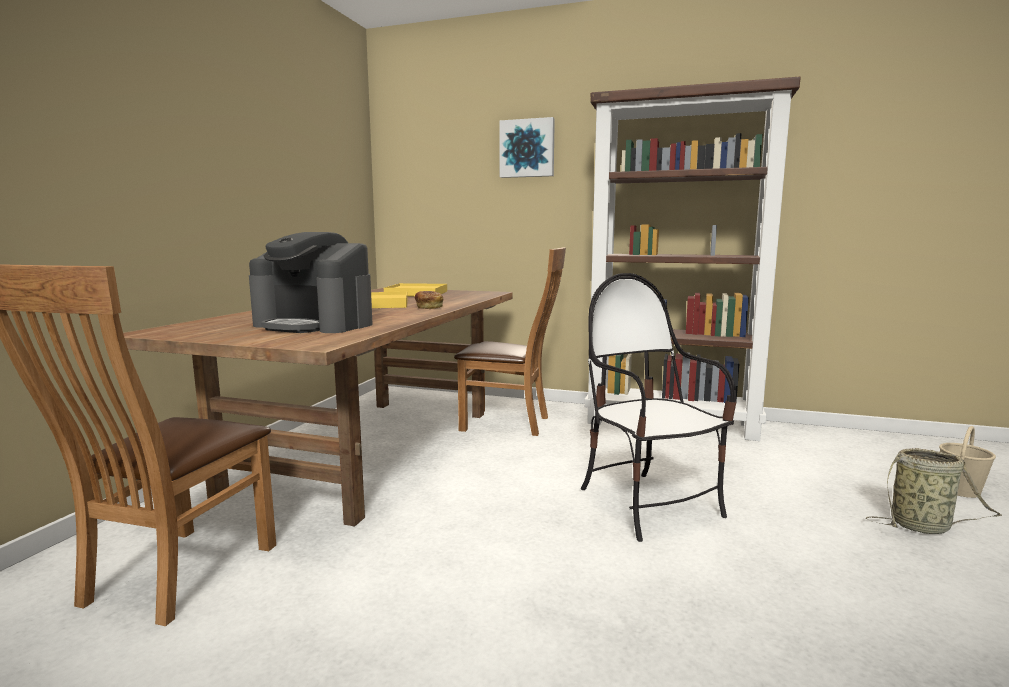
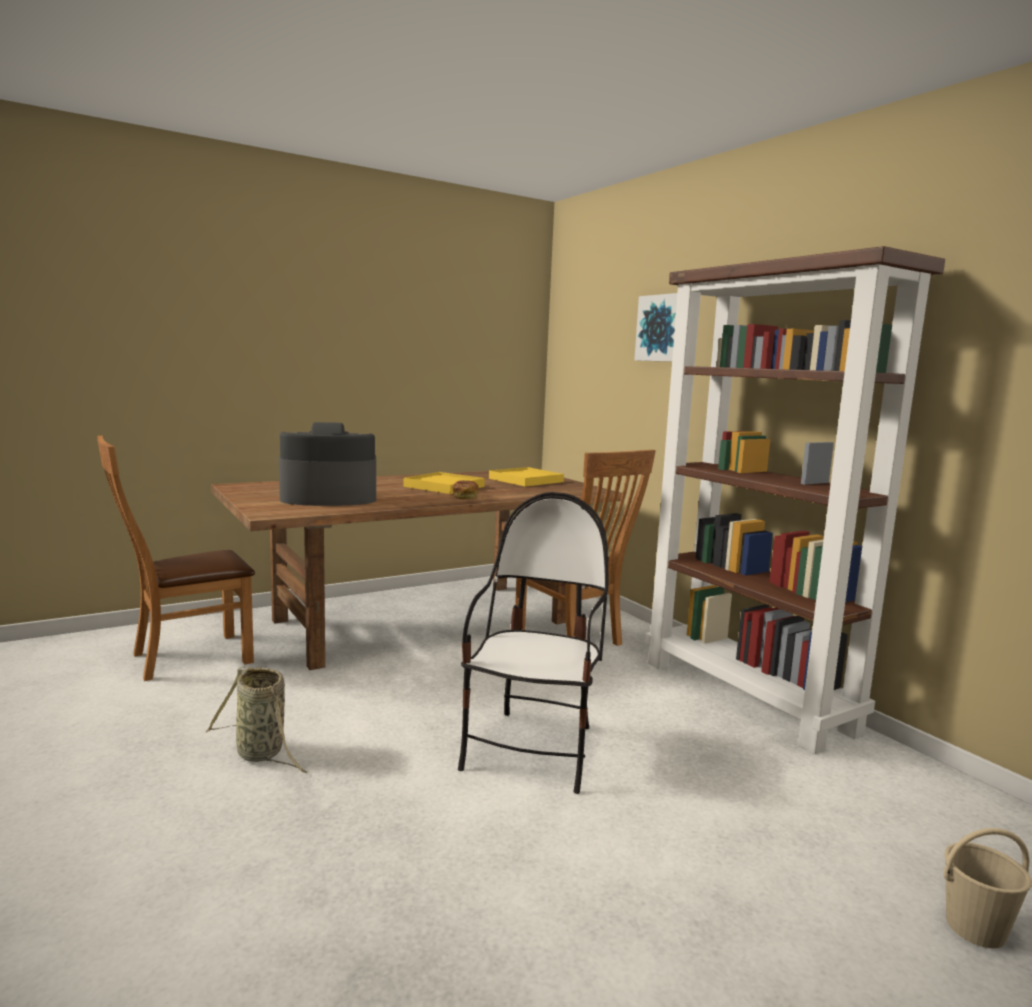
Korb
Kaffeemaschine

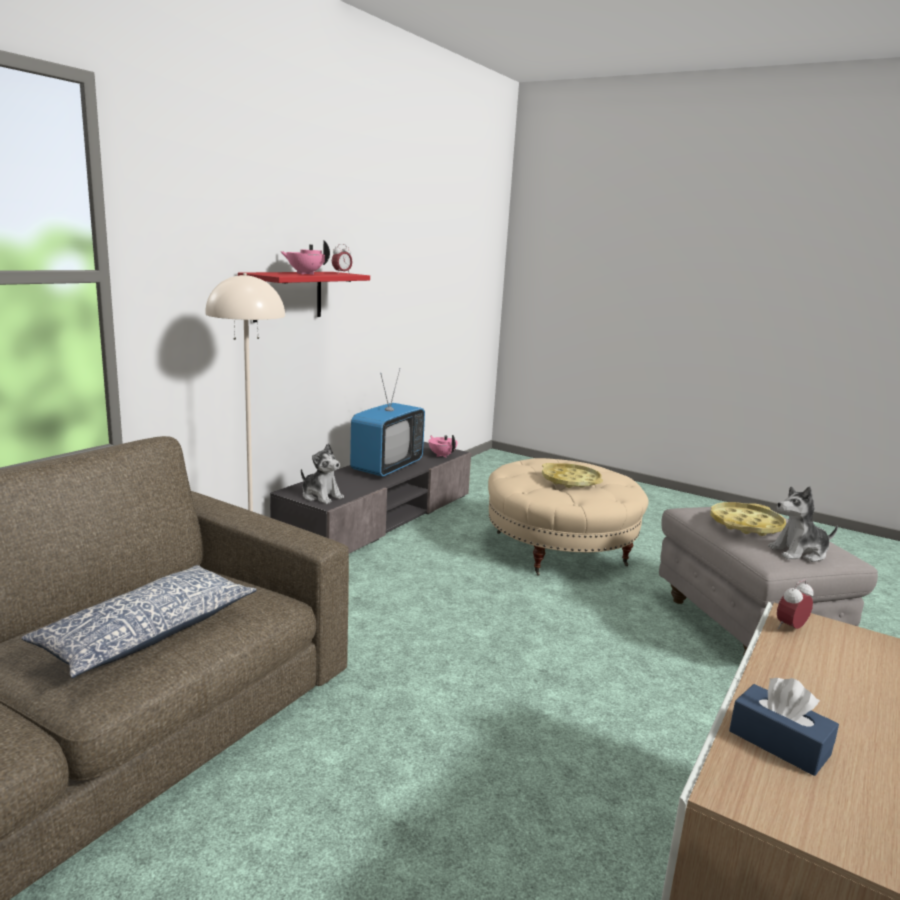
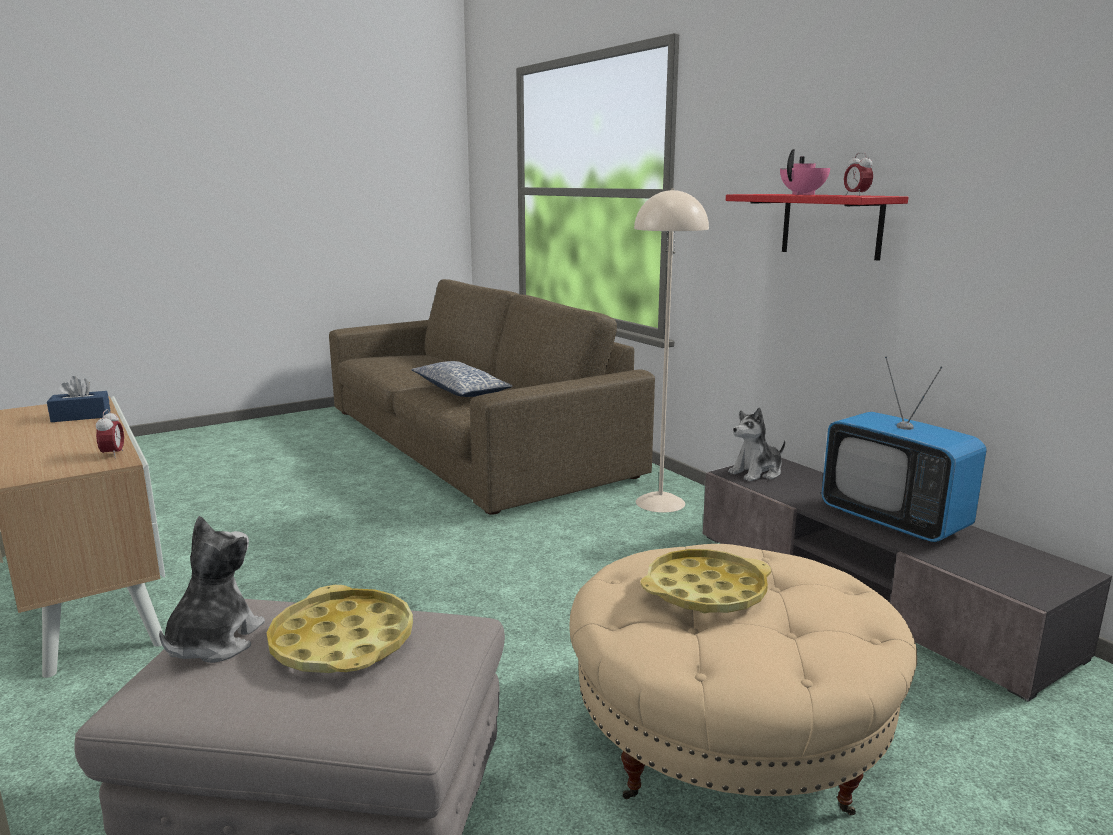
Teekanne [rosa] (no. 2 from left in the first image)

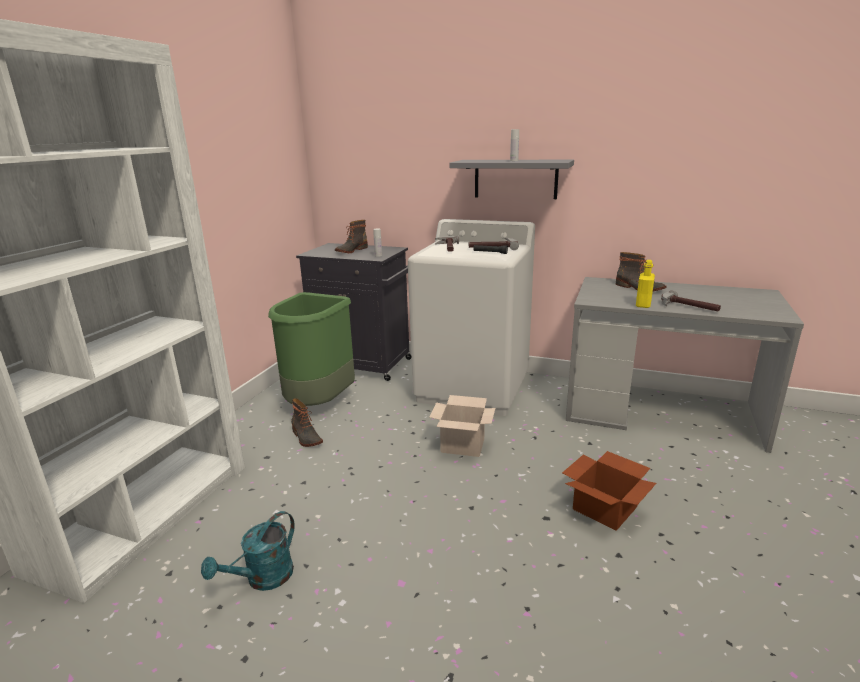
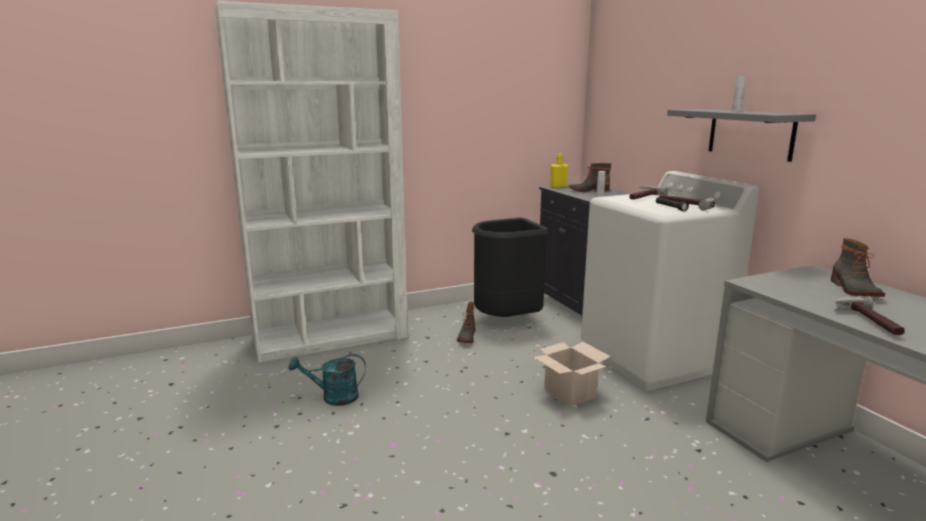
Karton (no. 2 from left in the first image)
Flasche [gelb]
Mülleimer [schwarz]

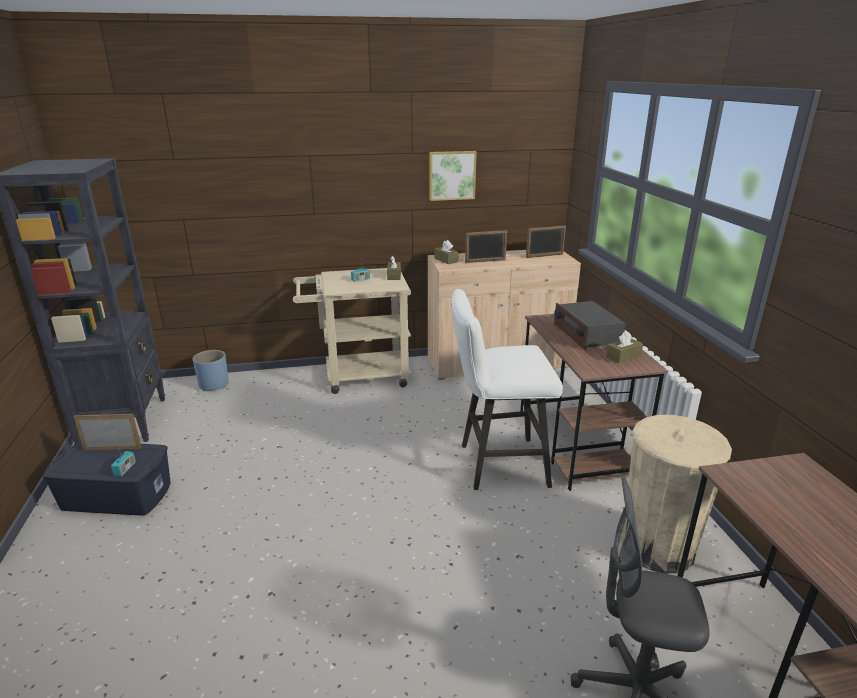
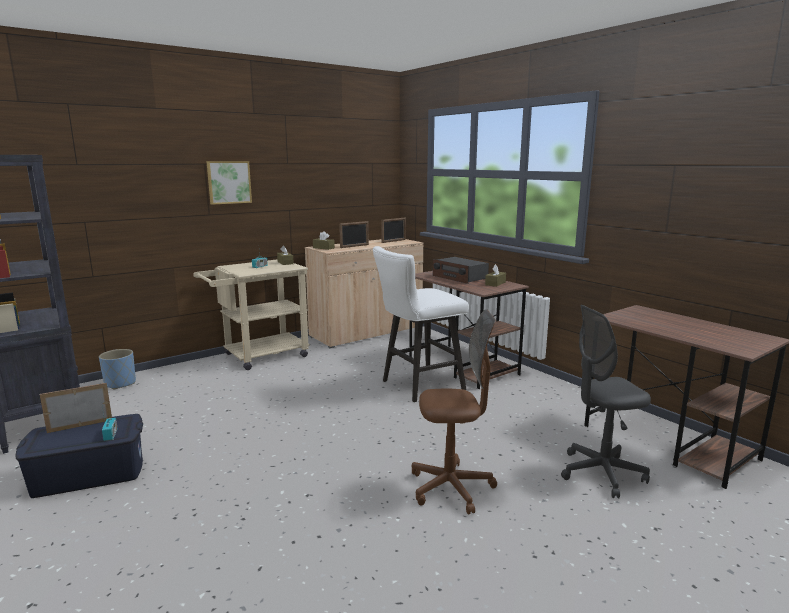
Mülleimer [beige]
Bürostuhl [braun]
Bild

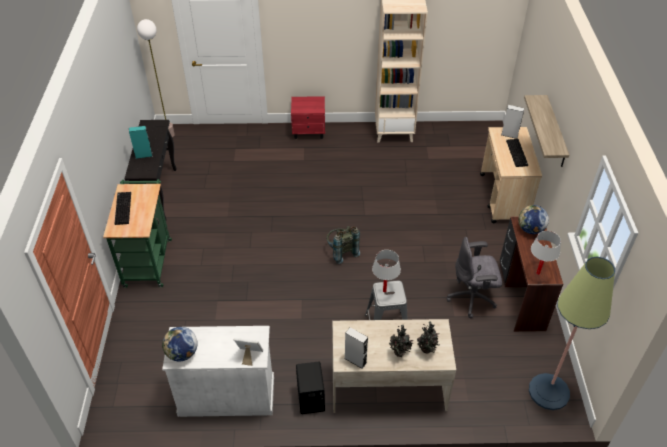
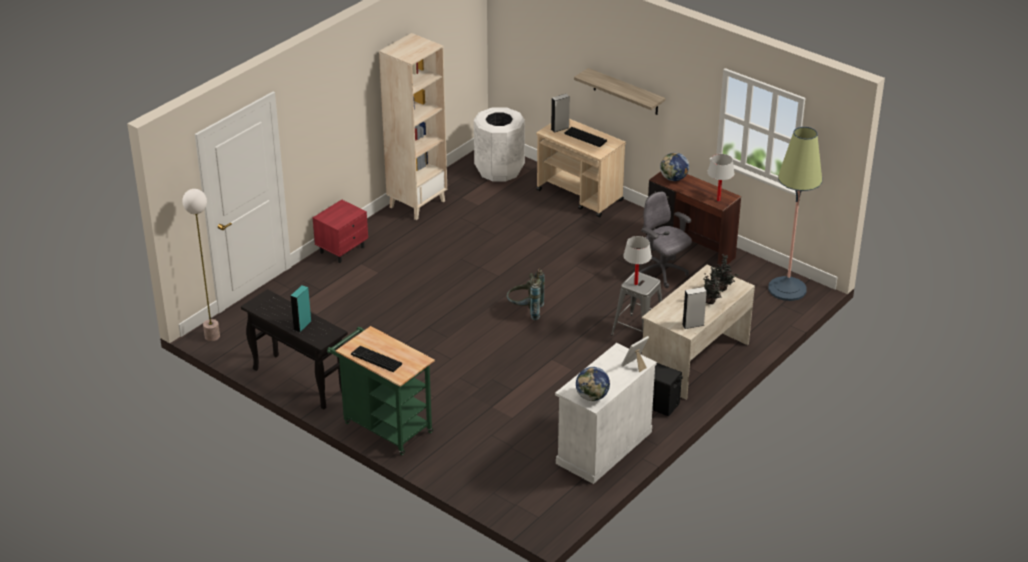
Mülleimer [weiß]
Bürostuhl [grau]

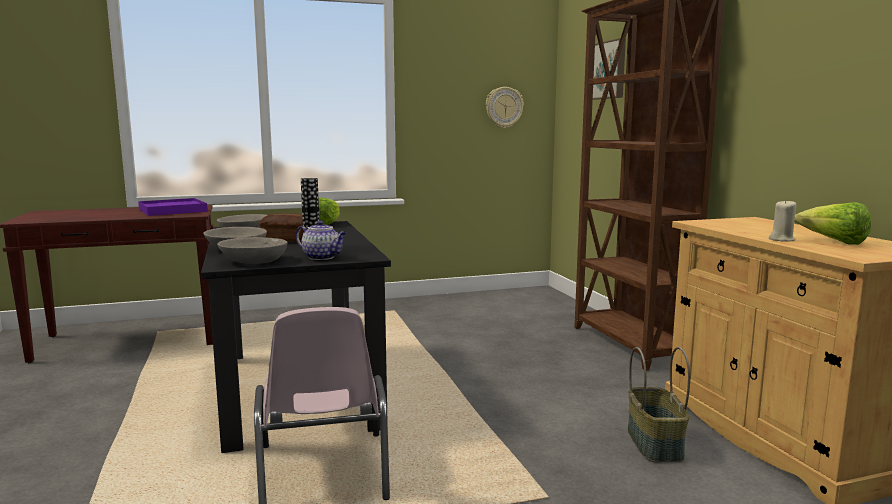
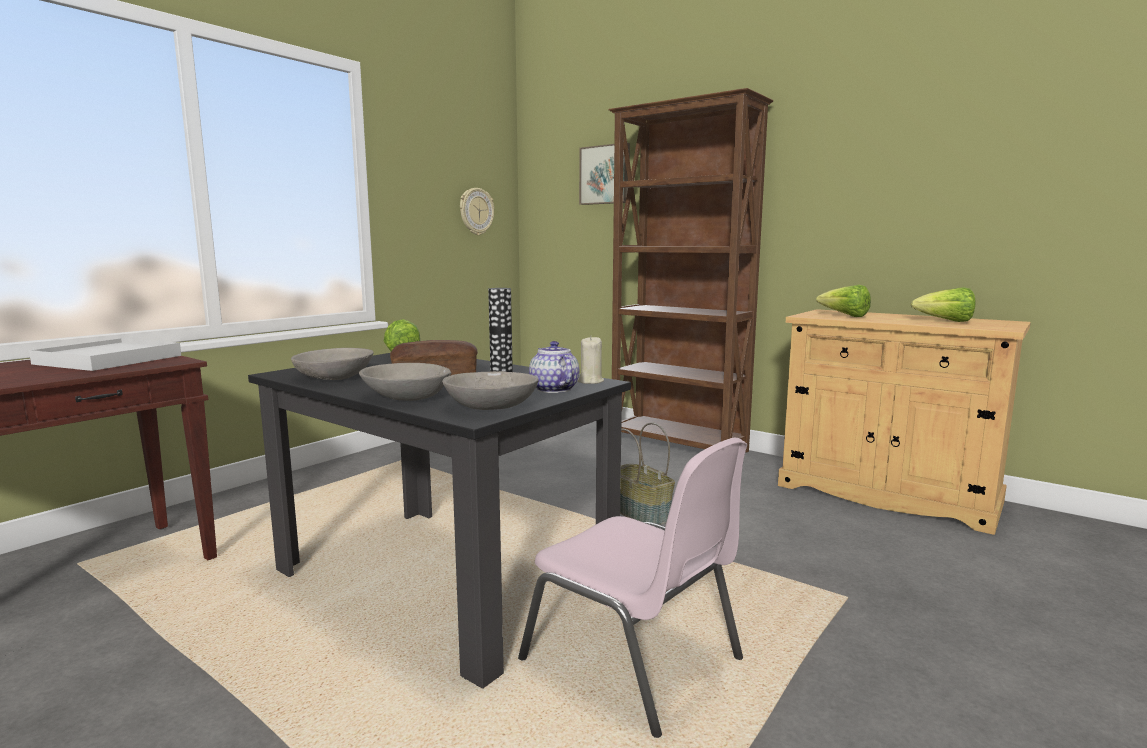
Salatkopf (no. 2 from left)
Korb
Kerze [beige]
Tablett [weiß]
Teekanne

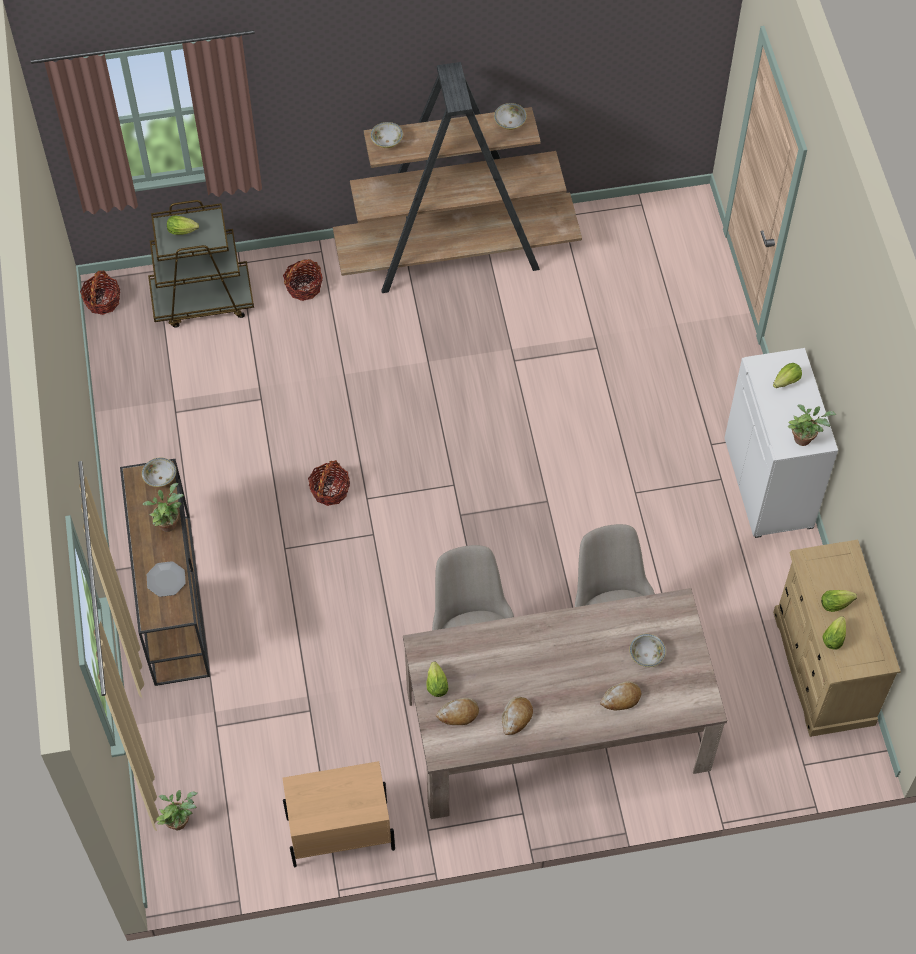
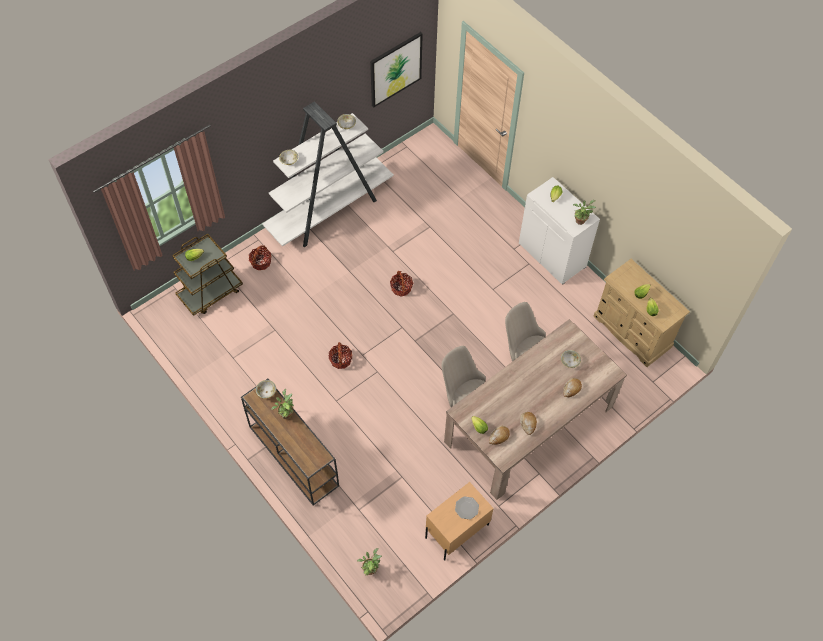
Bild
Korb (no. 3 from left)
Teller
Bücherregal [weiß]

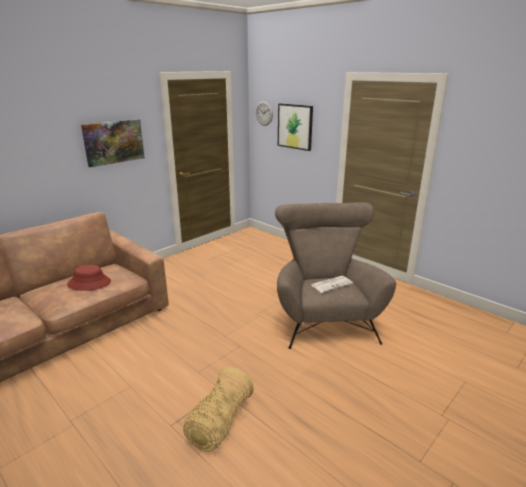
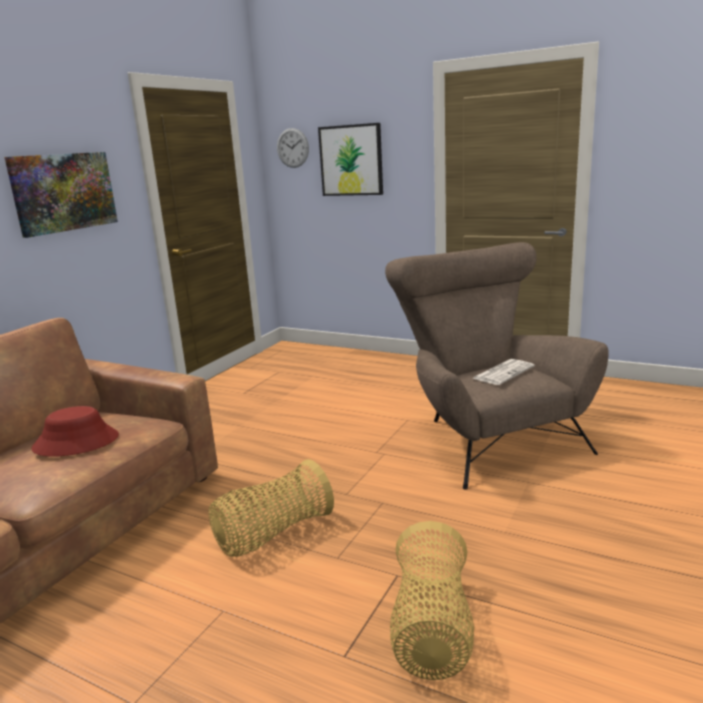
Korb (no. 1 from left)

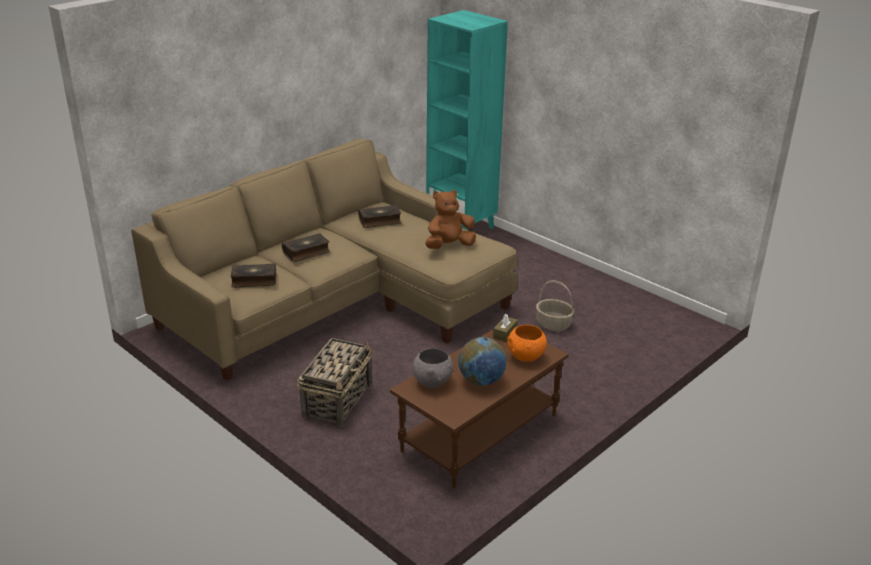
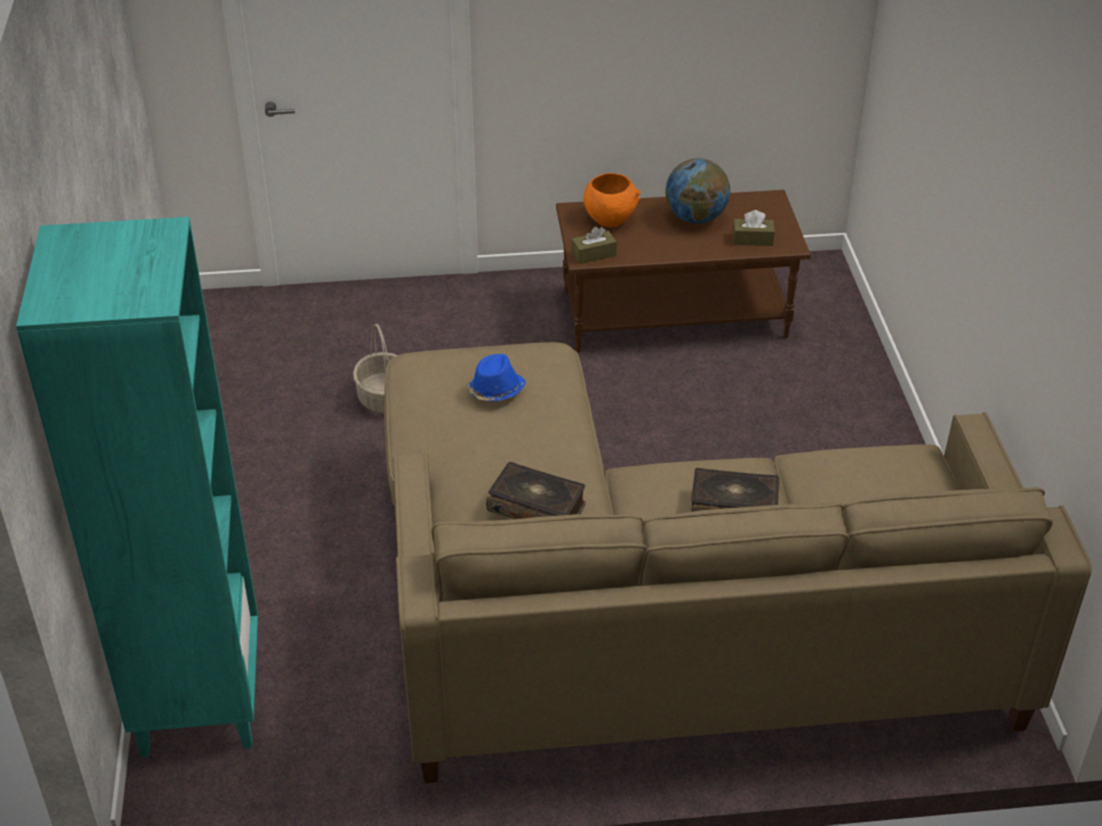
Buch (no. 1 from left in the first image)
Korb (no. 1 from left in the first image)
Taschentuchbox [braun] (no. 2 from left)
Hut [blau]

